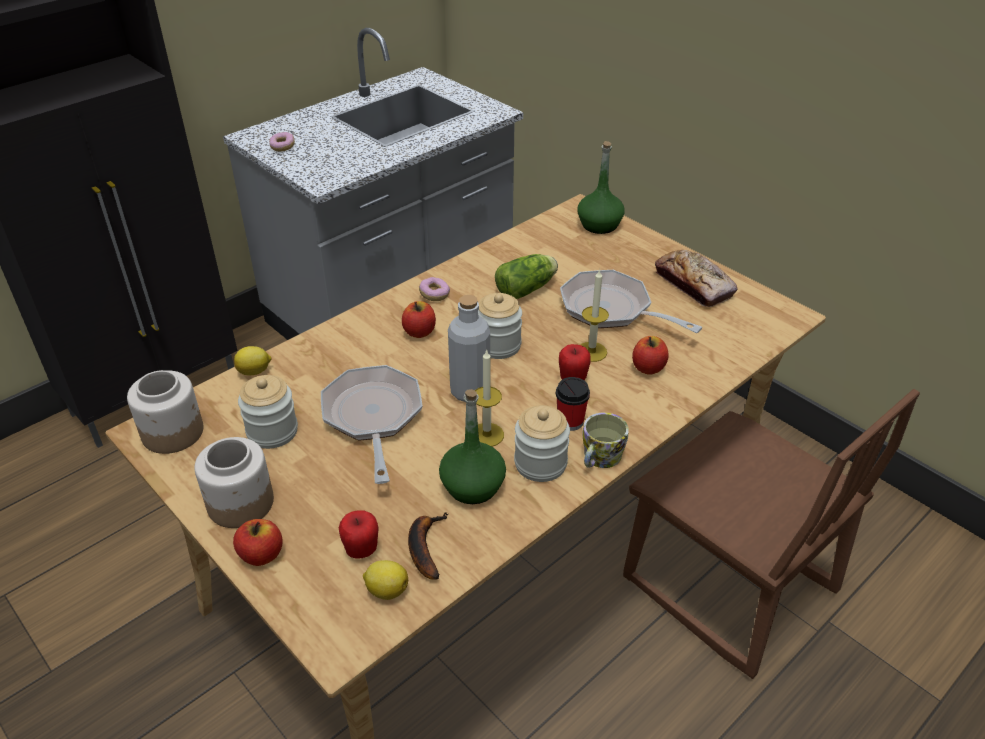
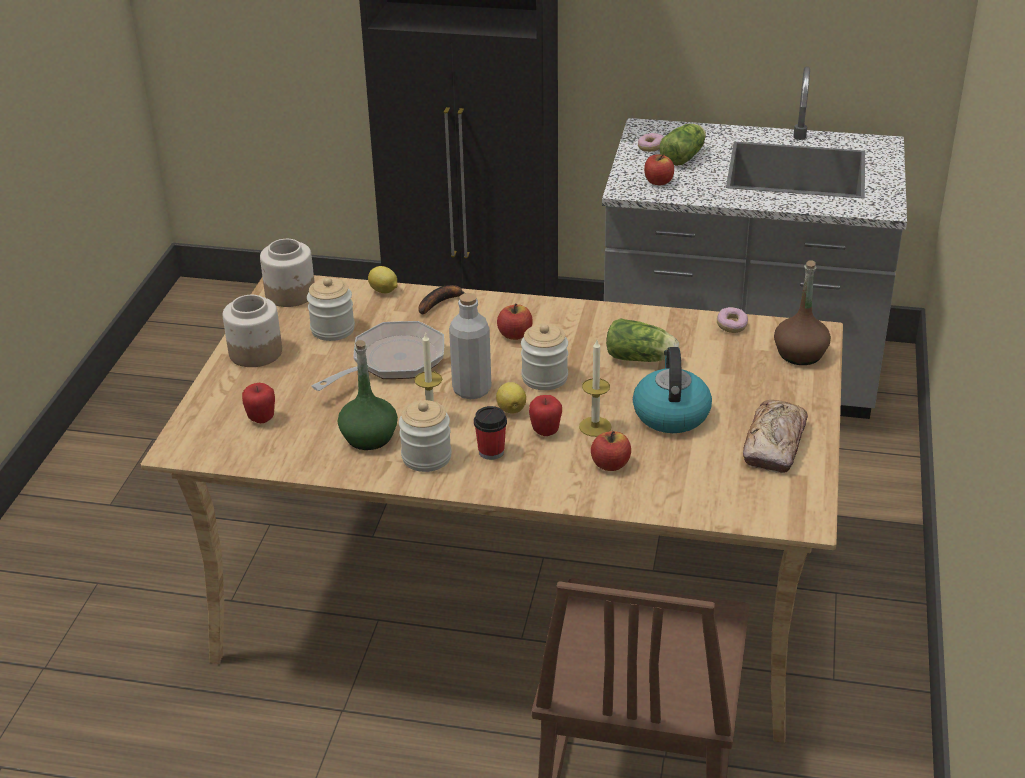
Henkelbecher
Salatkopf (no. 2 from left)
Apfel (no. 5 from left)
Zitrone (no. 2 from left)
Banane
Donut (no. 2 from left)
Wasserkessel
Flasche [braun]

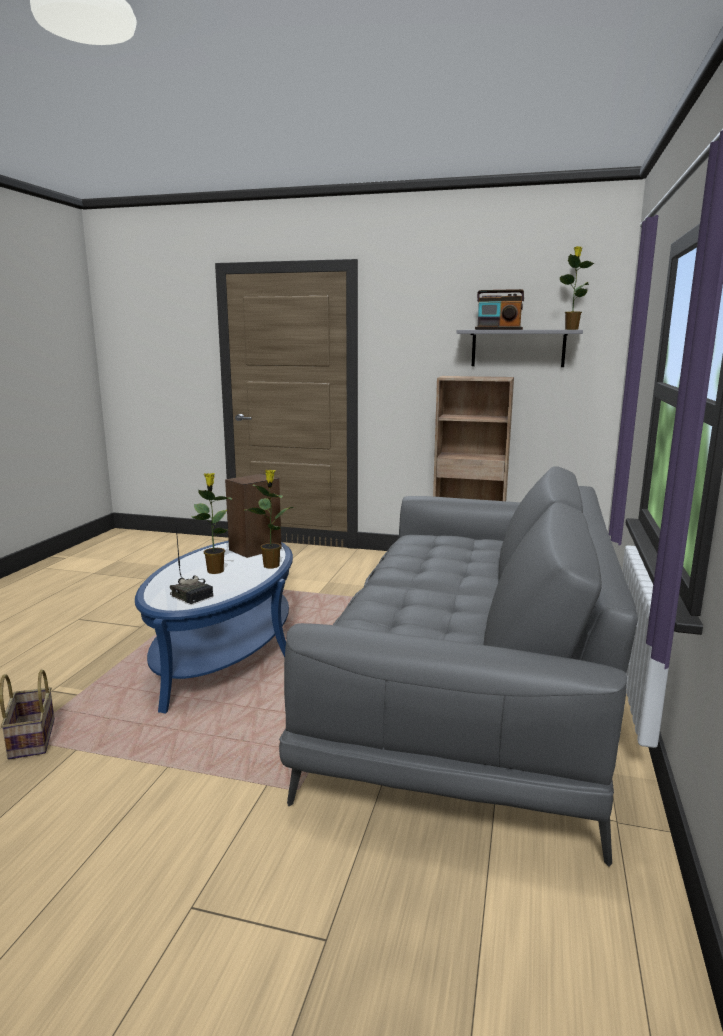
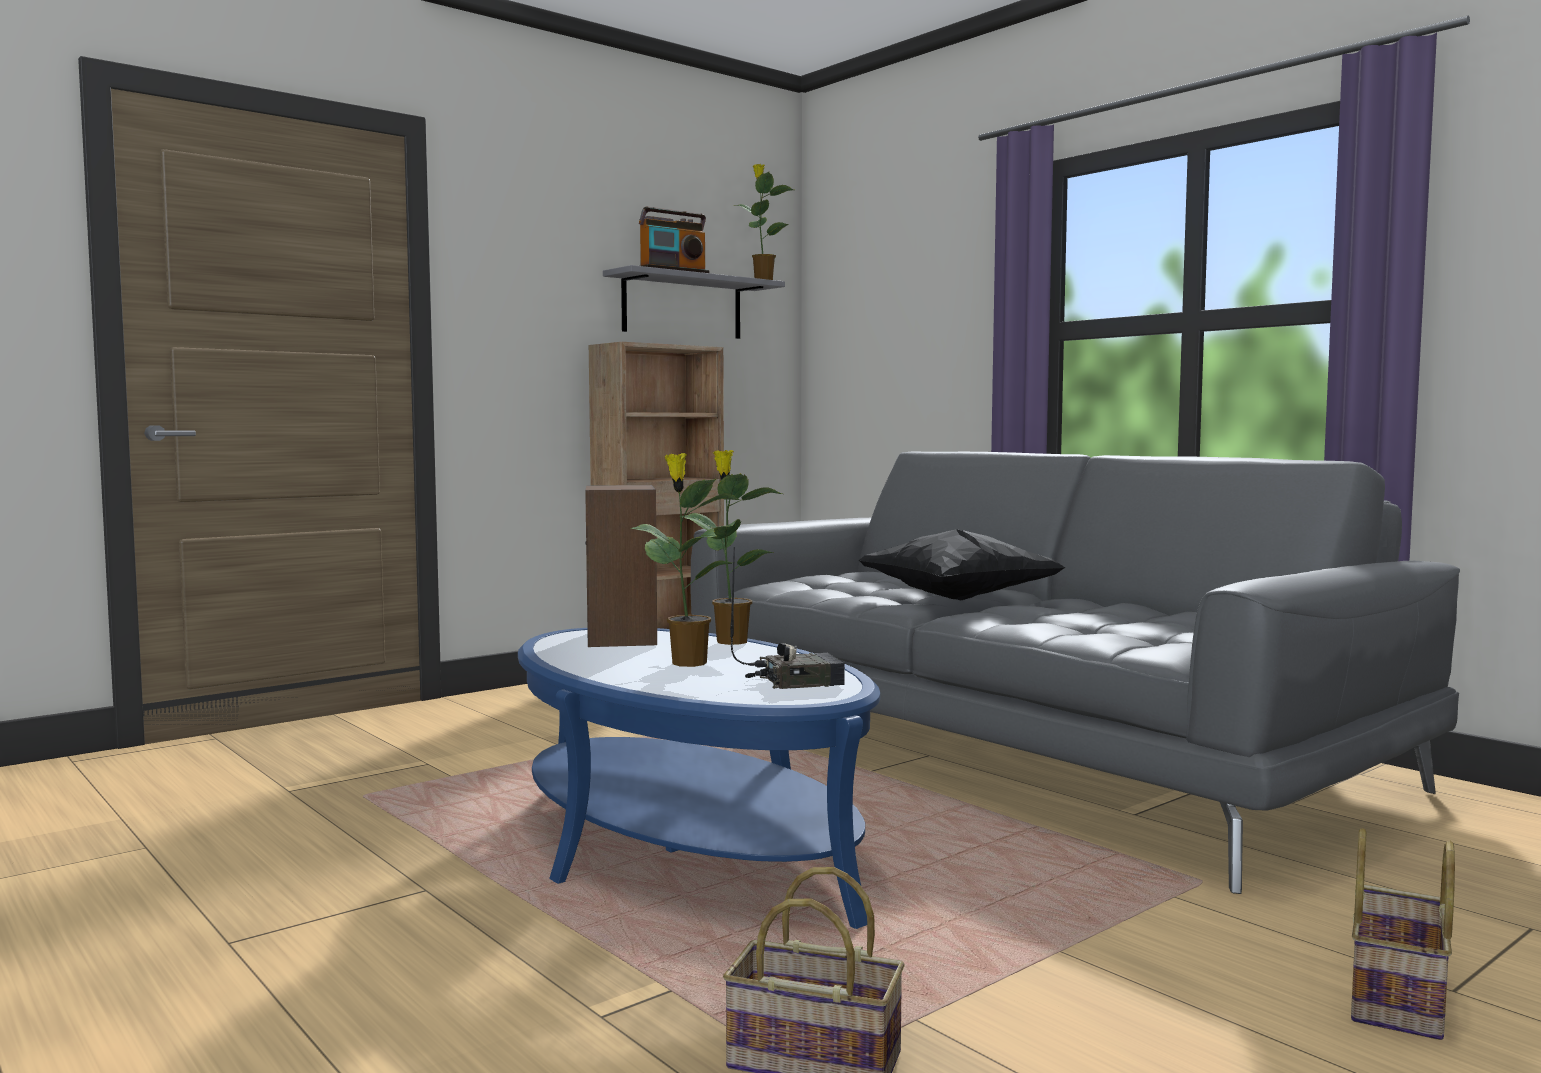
Kissen [schwarz]
Korb (no. 2 from left)

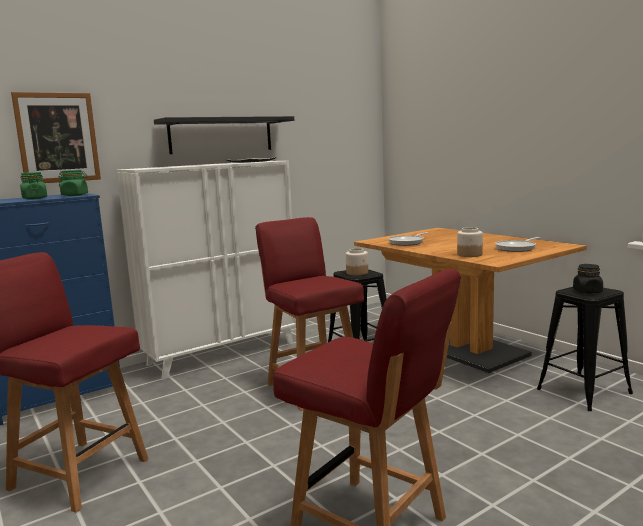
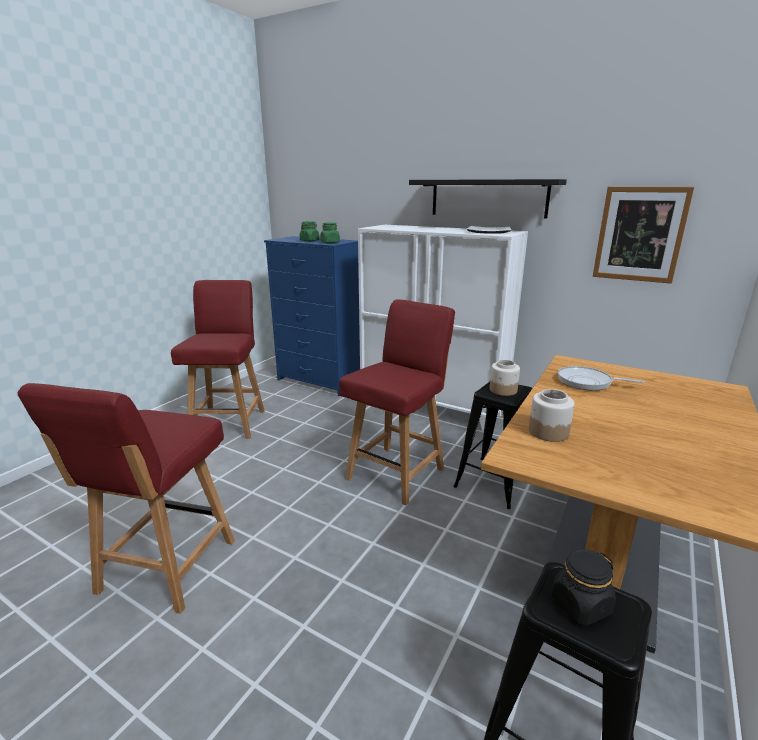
Pfanne (no. 2 from left in the first image)
Bild

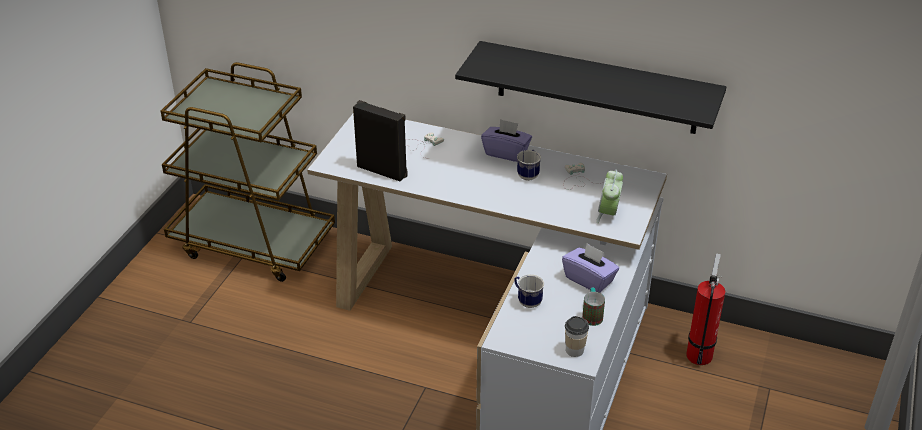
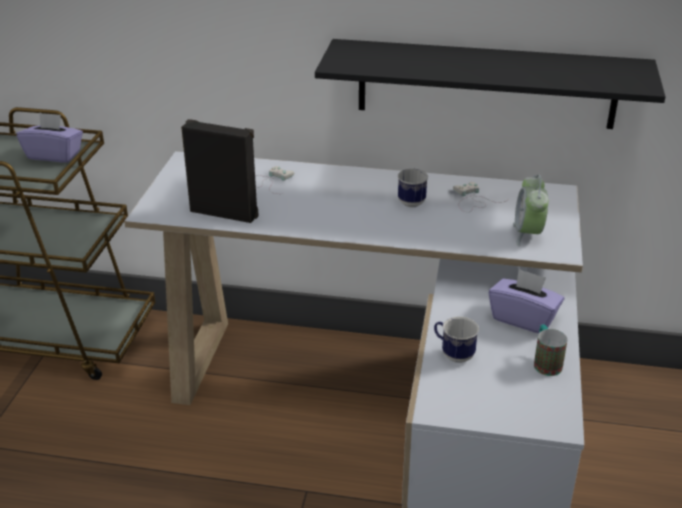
Tasse
Feuerlöscher
Taschentuchbox [lila] (no. 1 from left)

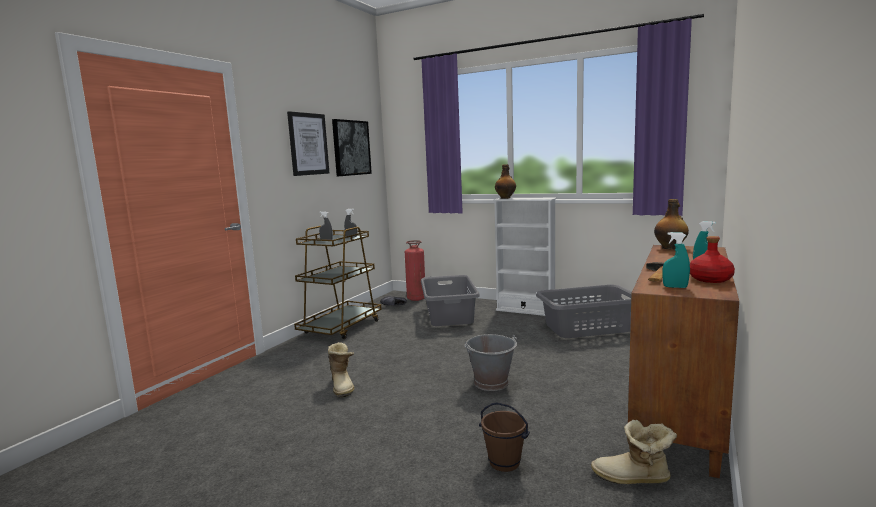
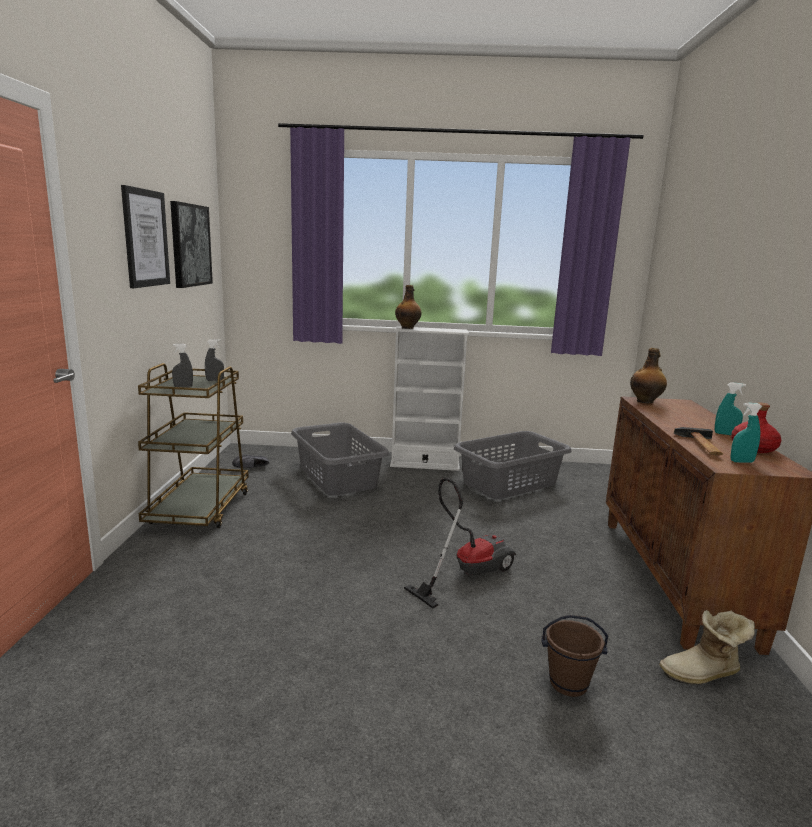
Stiefel (no. 1 from left in the first image)
Feuerlöscher
Staubsauger

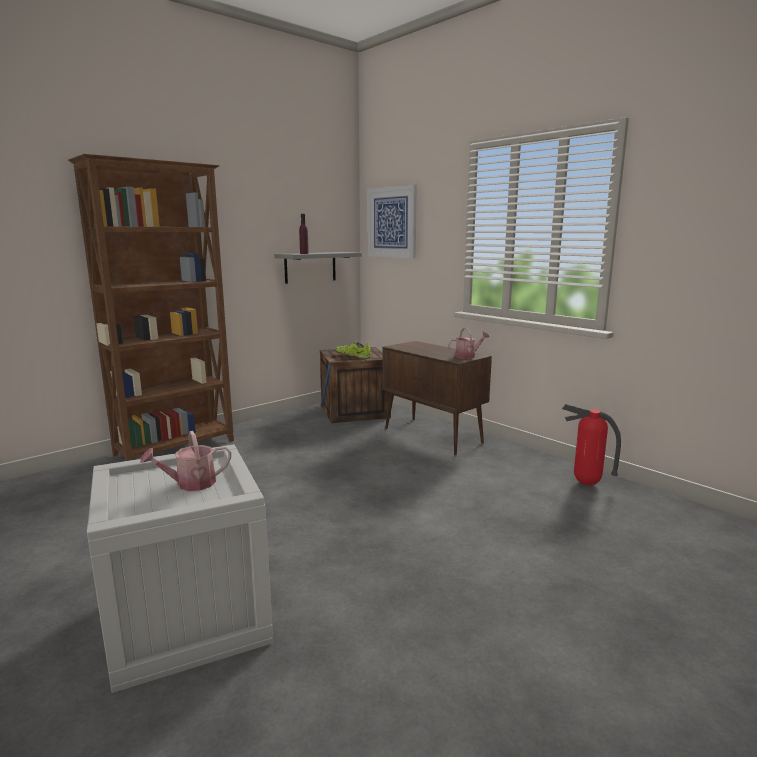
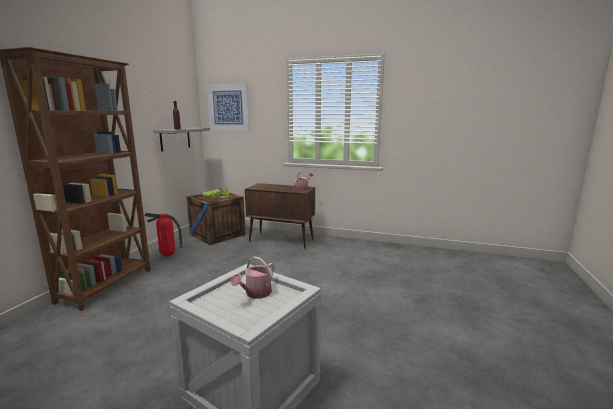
Feuerlöscher

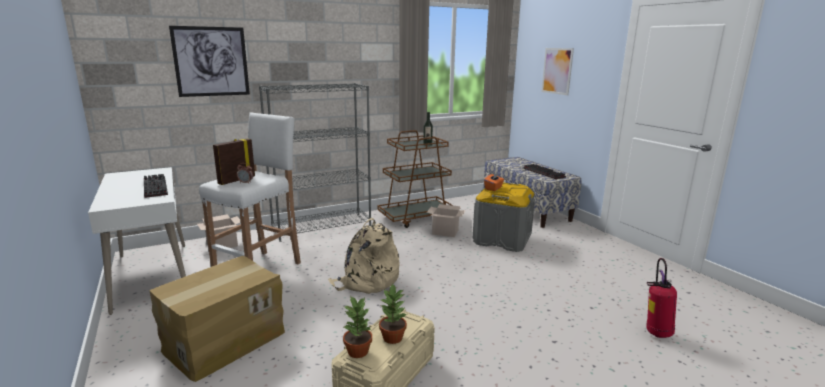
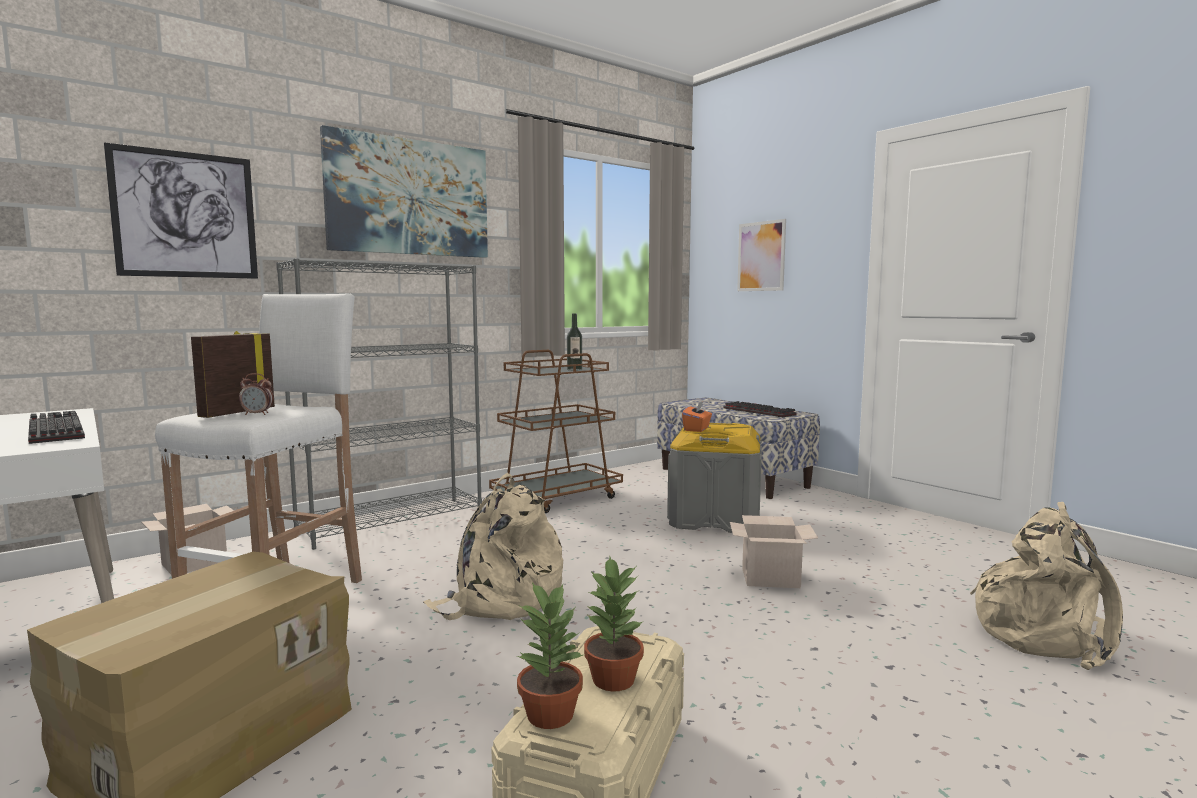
Bild (no. 2 from left)
Karton (no. 3 from left)
Rucksack [beige] (no. 2 from left)

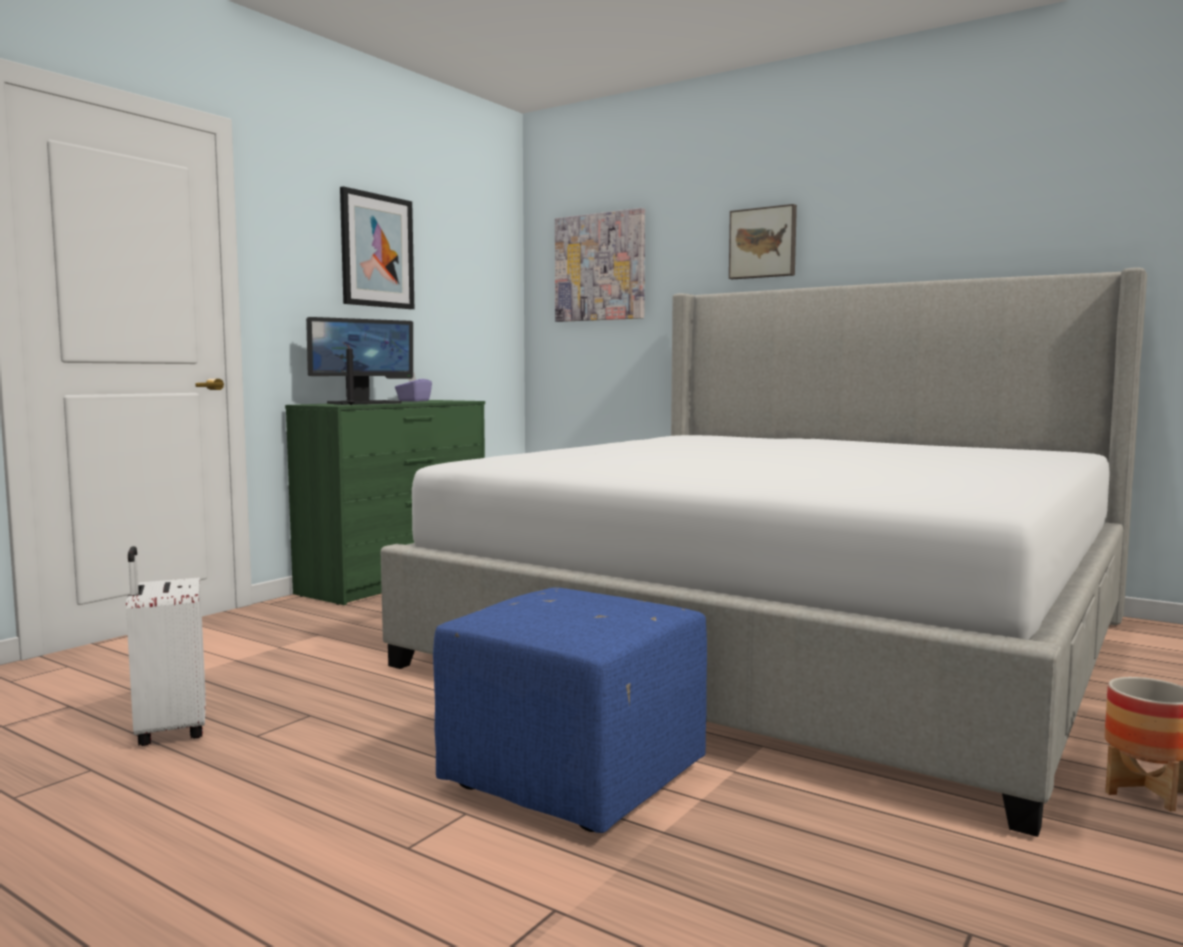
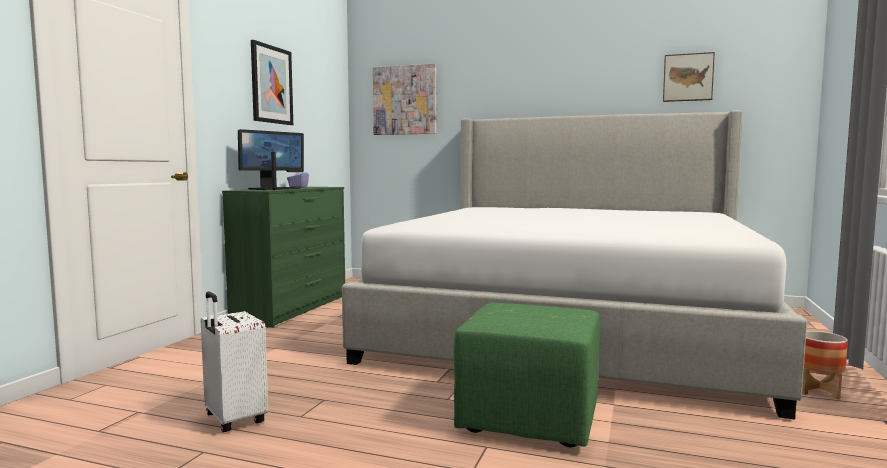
Bild (no. 3 from left)
Polsterhocker [grün]

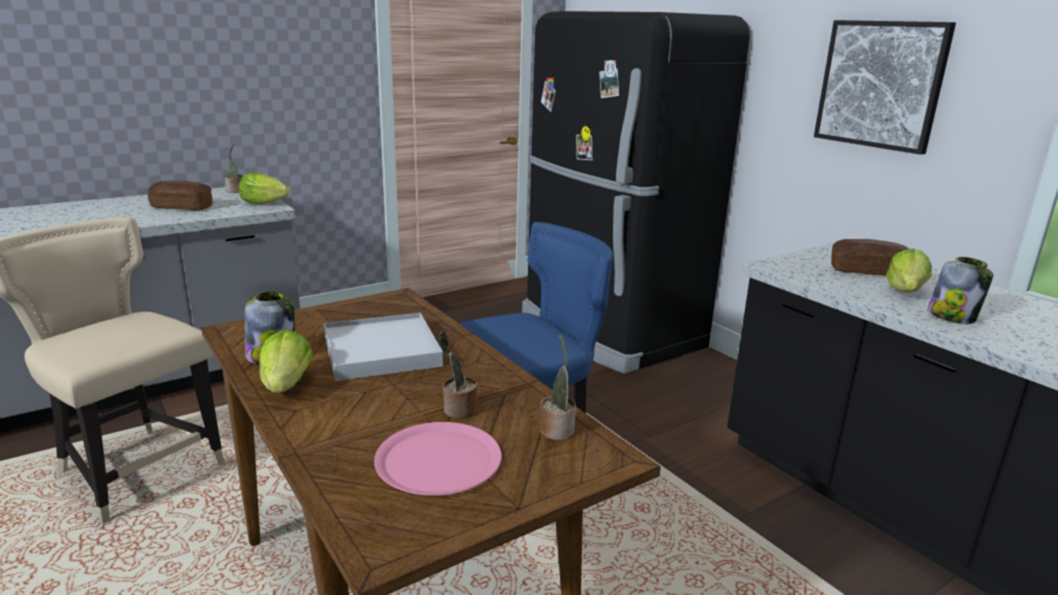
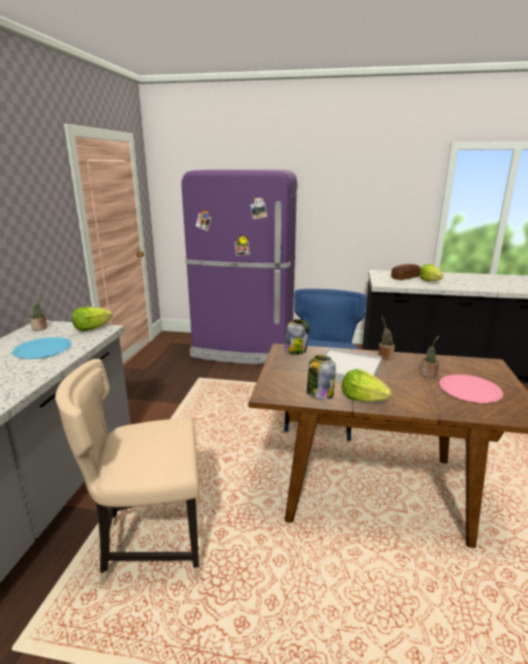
Bild
Topfpflanze (no. 2 from left)
Vorratsglas (no. 1 from left)
Teller [blau]
Kühlschrank [lila]

